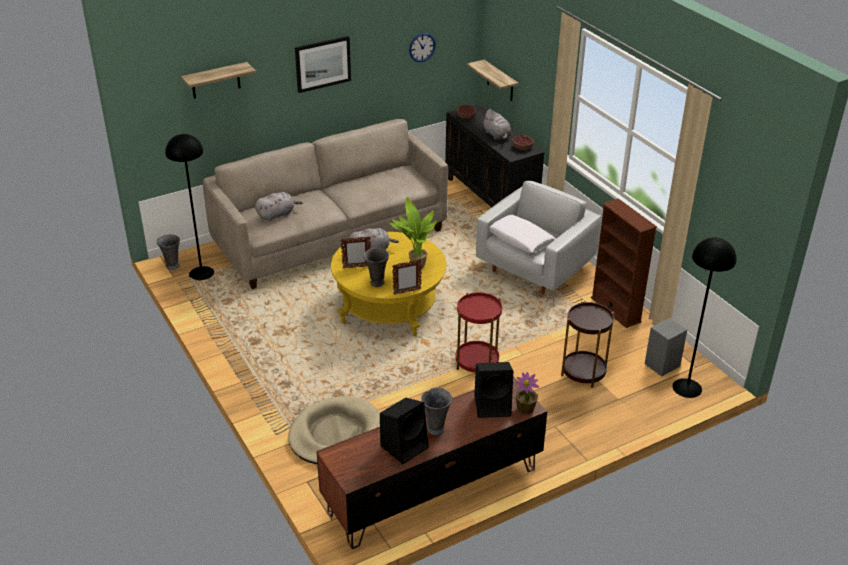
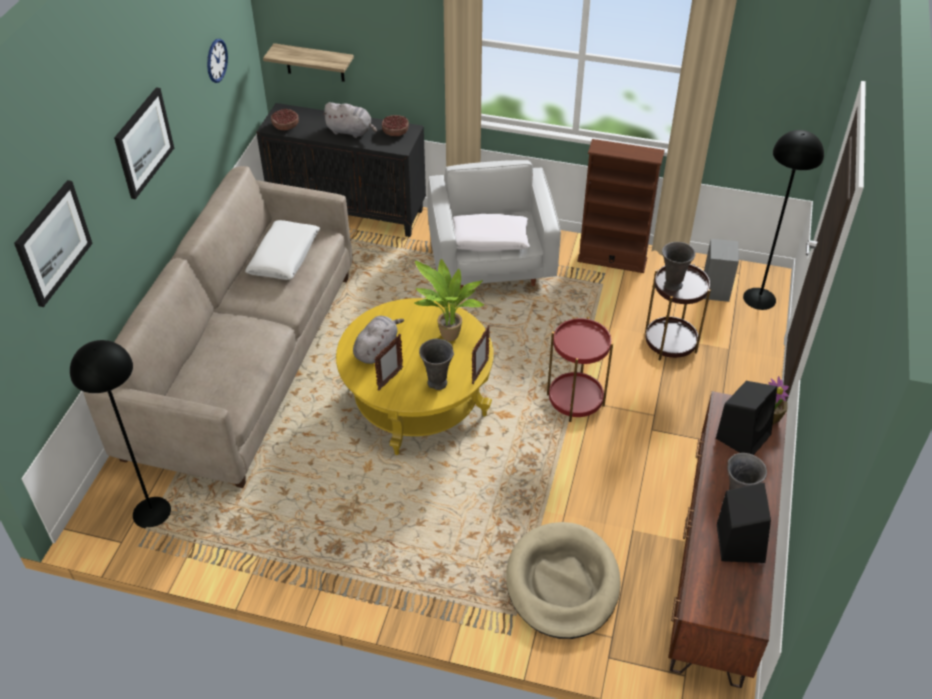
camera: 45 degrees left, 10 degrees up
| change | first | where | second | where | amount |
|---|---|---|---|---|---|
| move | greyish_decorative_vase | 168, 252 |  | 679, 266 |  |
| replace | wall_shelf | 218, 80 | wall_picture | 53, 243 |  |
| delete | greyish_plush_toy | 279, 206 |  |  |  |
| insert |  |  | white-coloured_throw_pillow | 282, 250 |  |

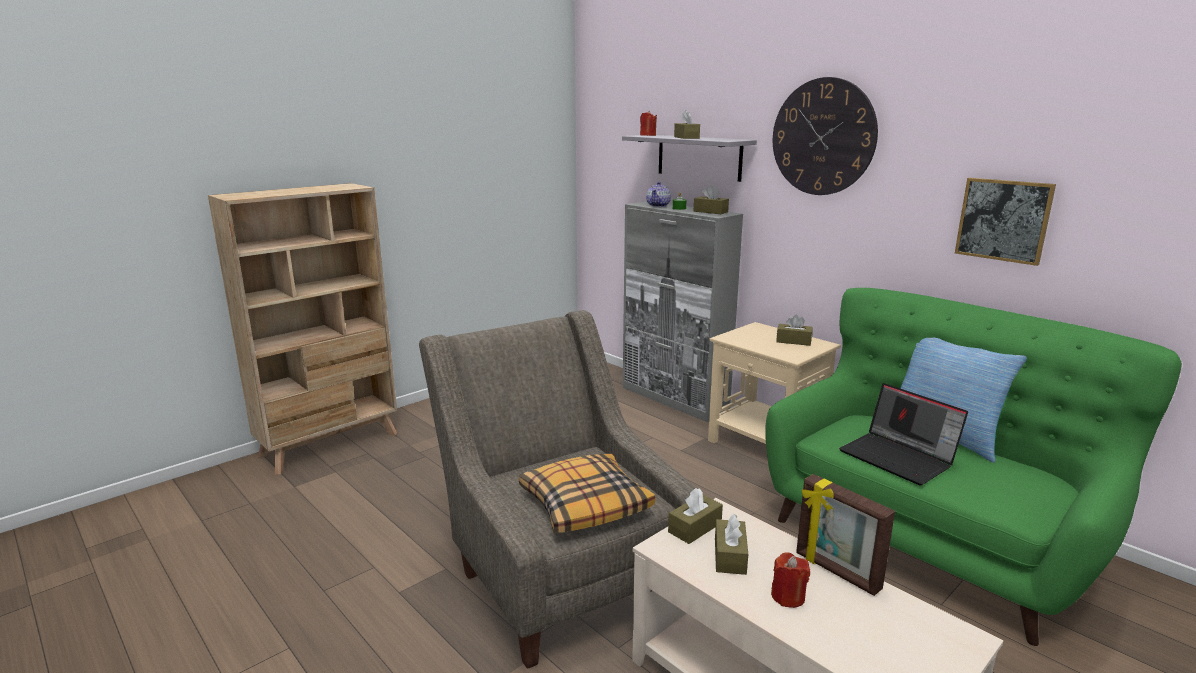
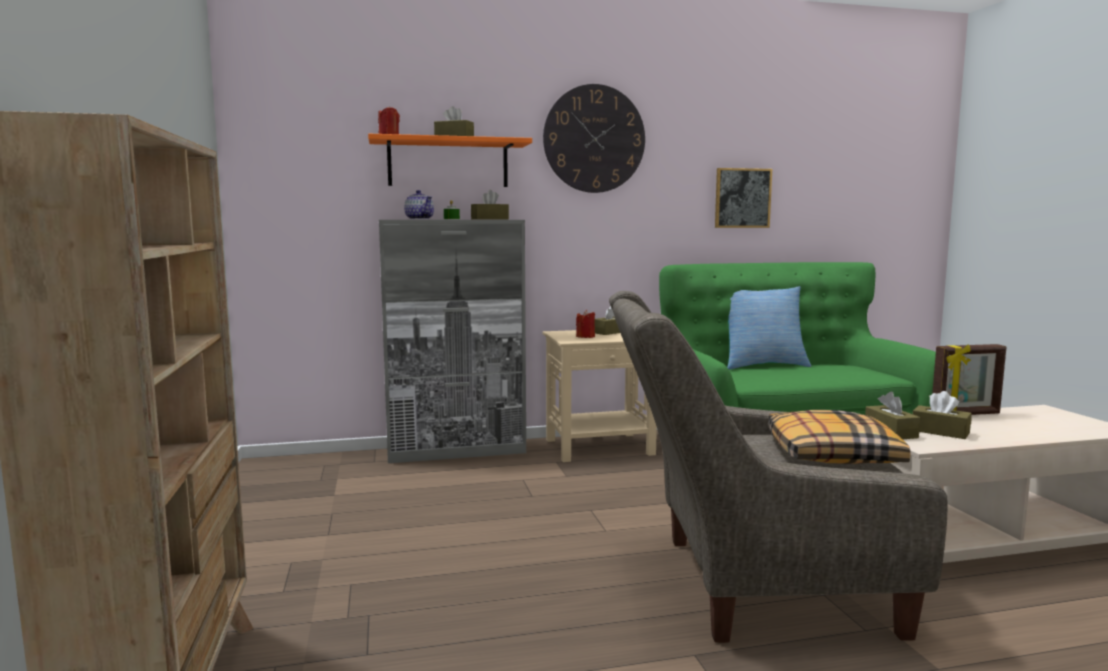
camera: 60 degrees left, 10 degrees down
| change | first | where | second | where | amount |
|---|---|---|---|---|---|
| recolor | greyish_wall_shelf | 689, 158 | orange-coloured_wall_shelf | 450, 160 |  |
| move | red-coloured_wax_candle | 790, 580 |  | 585, 324 |  |
| delete | notebook_computer | 903, 434 |  |  |  |

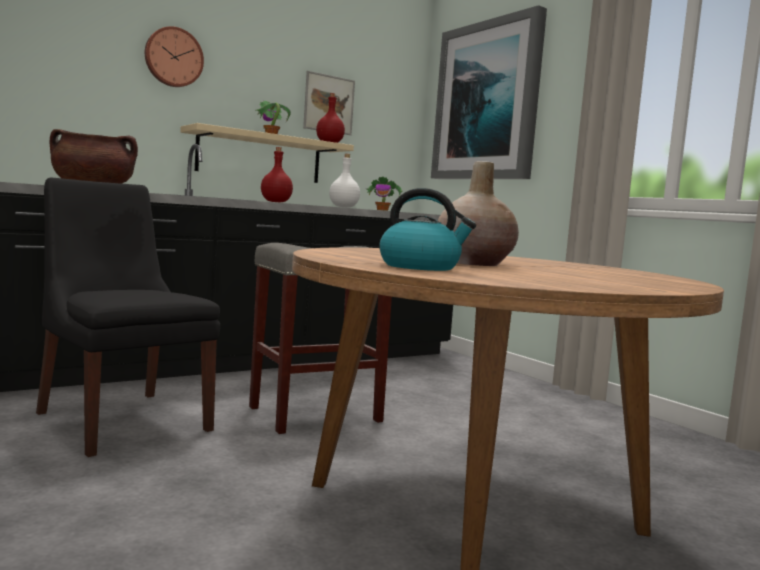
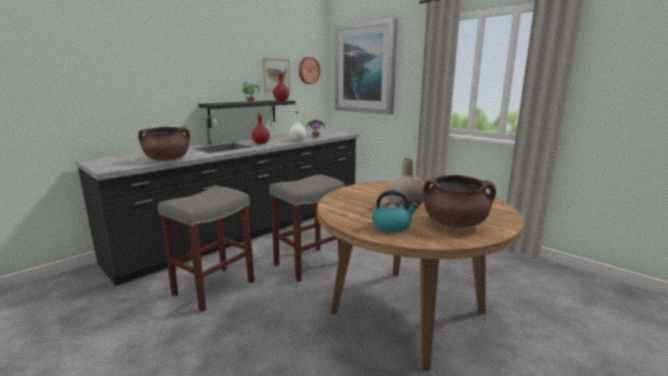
camera: 10 degrees left, 10 degrees up
| change | first | where | second | where | amount |
|---|---|---|---|---|---|
| replace | blackish_plain_chair | 128, 317 | greyish_stool_seat | 206, 249 |  |
| move | wall_clock | 174, 56 |  | 309, 70 |  |
| recolor | sand-coloured_wall_shelf | 267, 153 | blackish_wall_shelf | 247, 114 |  |
| insert |  |  | brown-coloured_stockpot | 459, 201 |  |

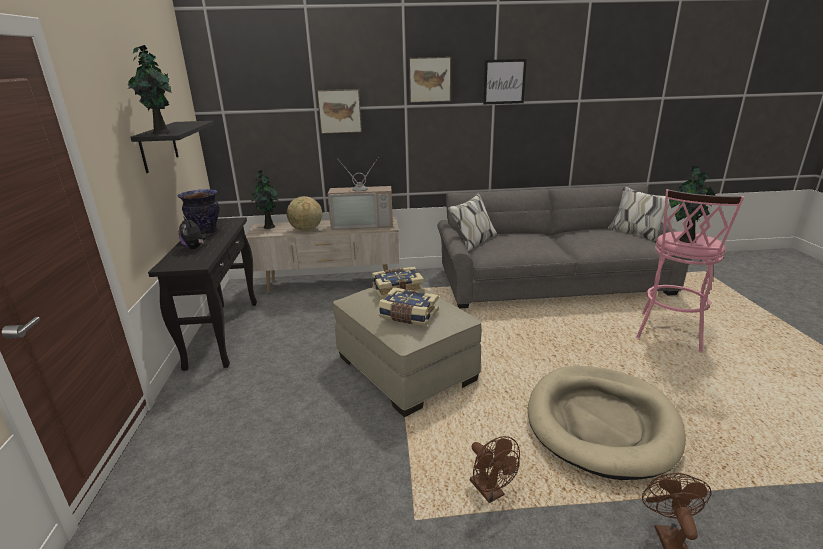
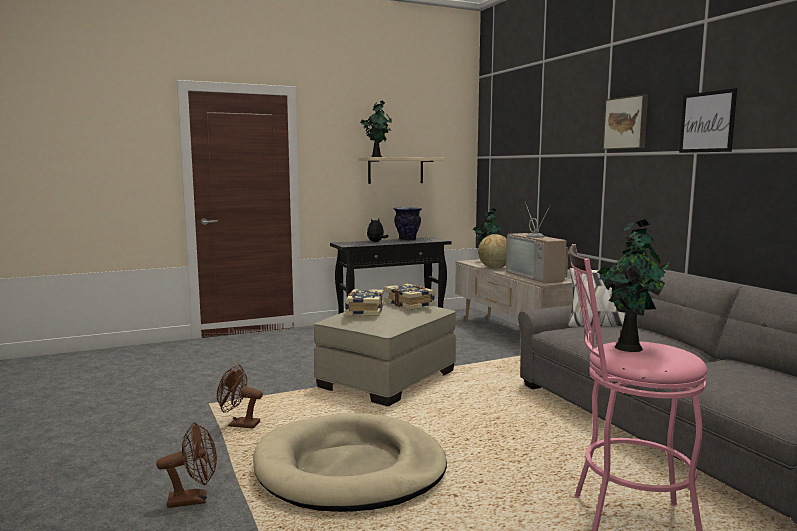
camera: 70 degrees right, 15 degrees down
| change | first | where | second | where | amount |
|---|---|---|---|---|---|
| recolor | blackish_wall_shelf | 172, 147 | sand-coloured_wall_shelf | 402, 170 |  |
| delete | wall_picture | 339, 111 |  |  |  |
| rotate | brown-coloured_fan | 495, 469 |  | 240, 397 | 60 degrees clockwise |

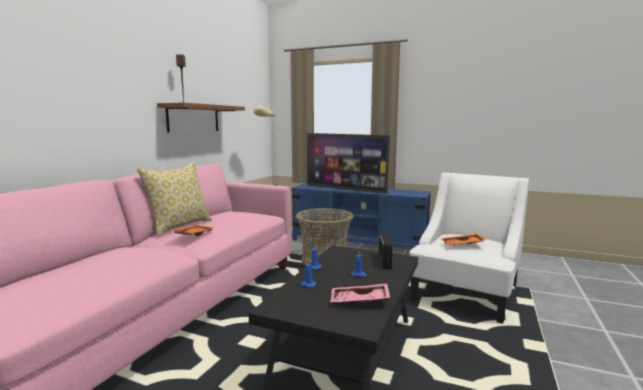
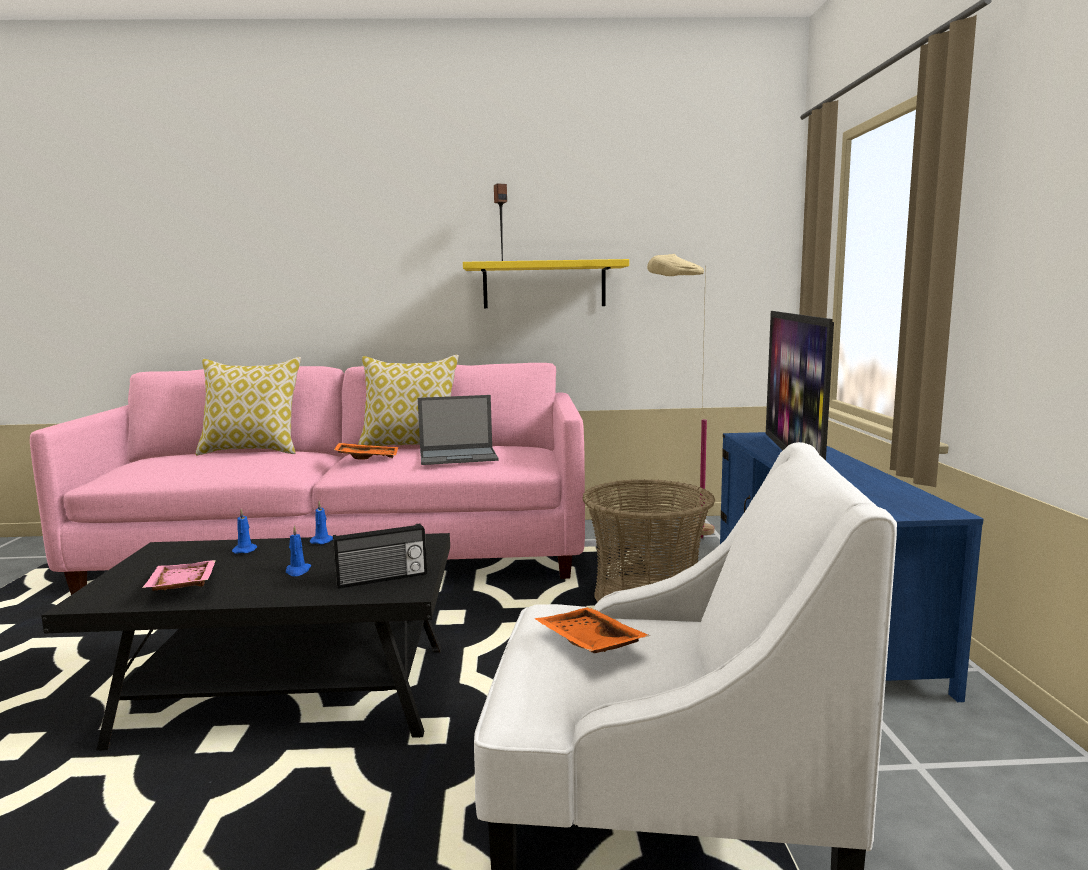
camera: 65 degrees right, 0 degrees up
| change | first | where | second | where | amount |
|---|---|---|---|---|---|
| recolor | brown-coloured_wall_shelf | 201, 117 | yellow-coloured_wall_shelf | 546, 283 |  |
| insert |  |  | throw_pillow | 248, 406 |  |
| insert |  |  | notebook_computer | 458, 430 |  |

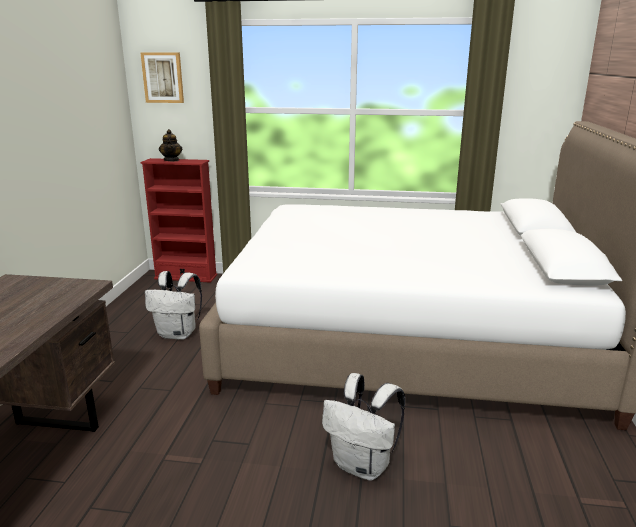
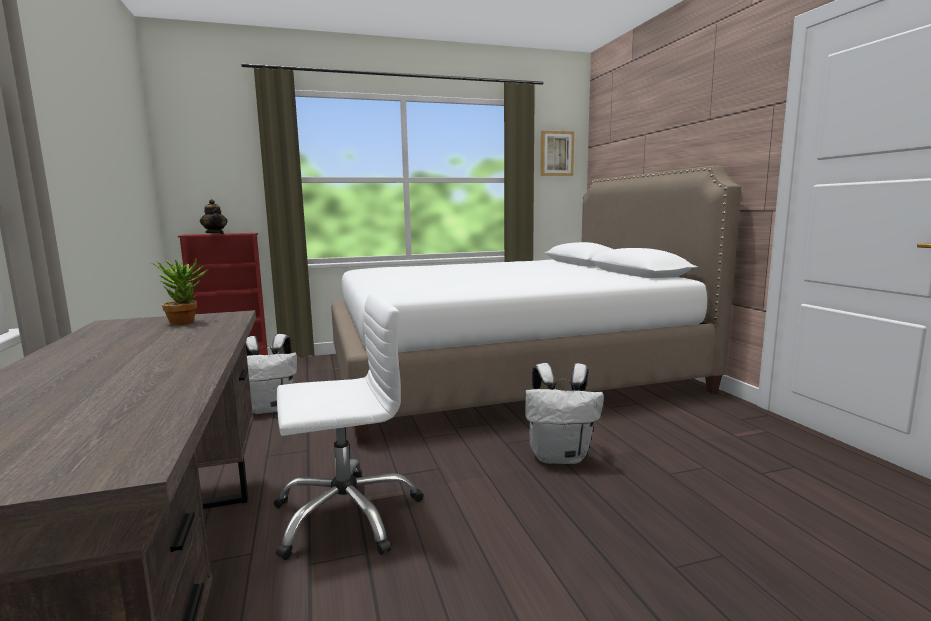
camera: 25 degrees left, 10 degrees down
| change | first | where | second | where | amount |
|---|---|---|---|---|---|
| move | wall_picture | 162, 77 |  | 557, 153 |  |
| insert |  |  | plant_in_a_pot | 180, 291 |  |
| insert |  |  | white-coloured_desk_chair | 348, 426 |  |

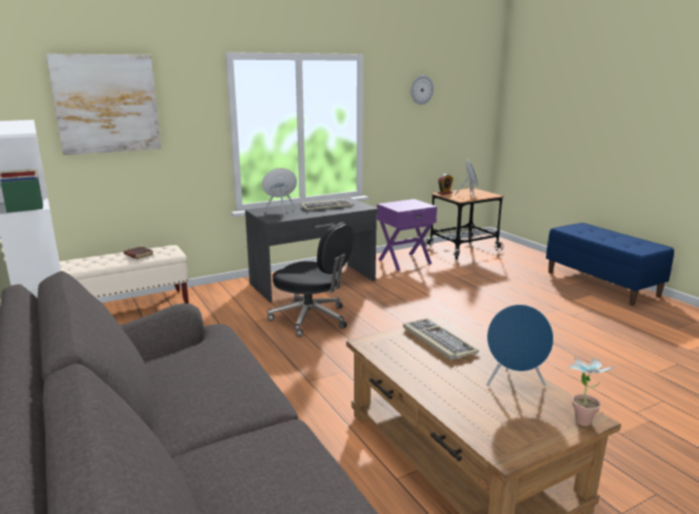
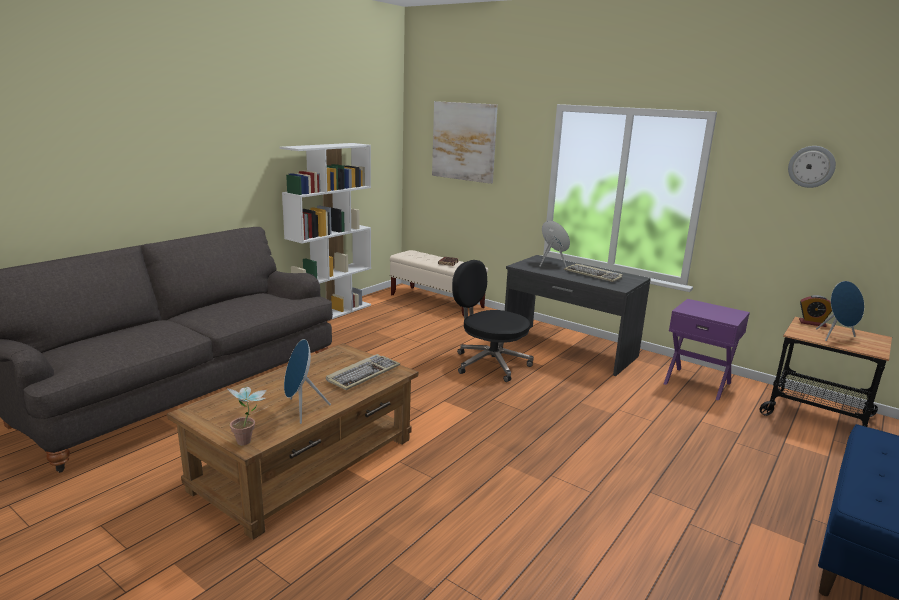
camera: 65 degrees right, 0 degrees up
| change | first | where | second | where | amount |
|---|---|---|---|---|---|
| rotate | blackish_desk_chair | 310, 279 |  | 493, 321 | 120 degrees clockwise |

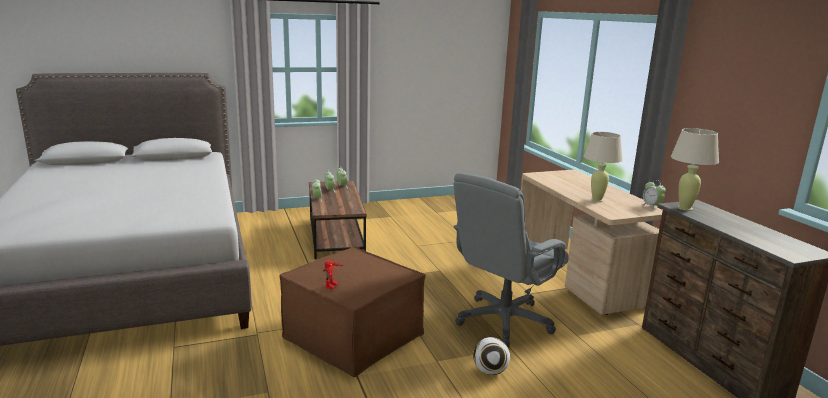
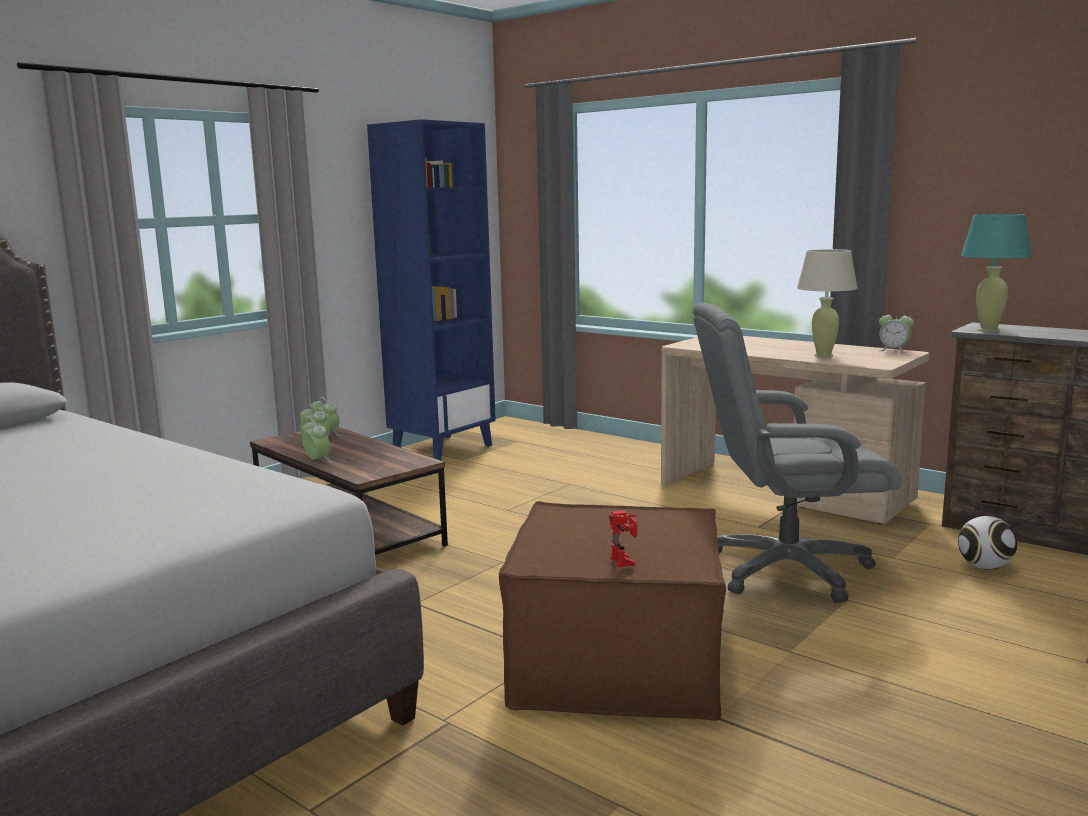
camera: 30 degrees left, 5 degrees down
| change | first | where | second | where | amount |
|---|---|---|---|---|---|
| rotate | greyish_desk_chair | 510, 260 |  | 797, 452 | 75 degrees clockwise |
| move | football | 491, 356 |  | 987, 543 |  |
| recolor | sand-coloured_table_lamp | 695, 169 | turquoise_table_lamp | 996, 273 |  |
| insert |  |  | blue-coloured_bookshelf | 431, 289 |  |

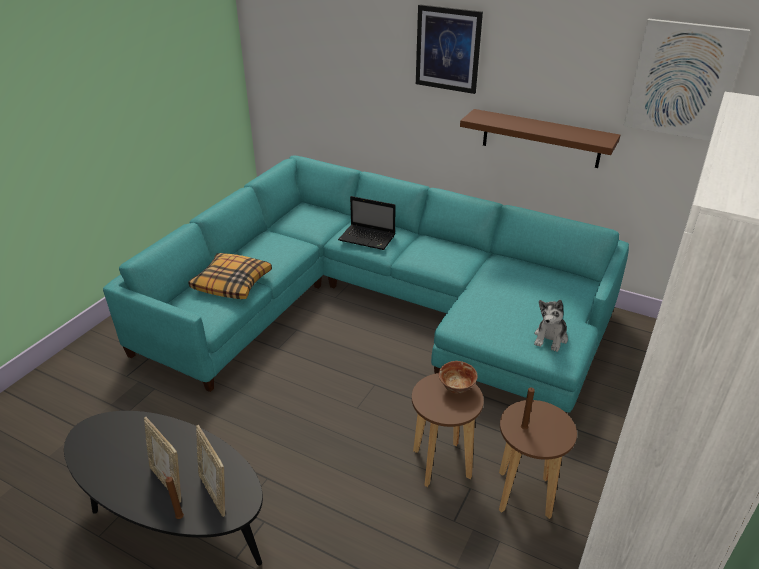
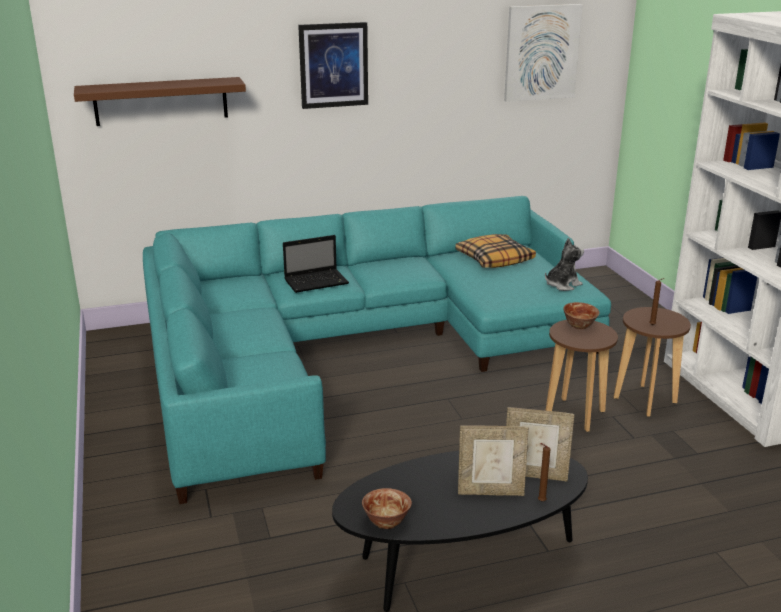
camera: 45 degrees left, 10 degrees down
| change | first | where | second | where | amount |
|---|---|---|---|---|---|
| move | throw_pillow | 230, 276 |  | 495, 251 |  |
| move | brown-coloured_wall_shelf | 540, 138 |  | 160, 101 |  |
| rotate | plush_toy | 551, 326 |  | 564, 264 | 105 degrees counterclockwise |
| insert |  |  | bowl | 387, 508 |  |

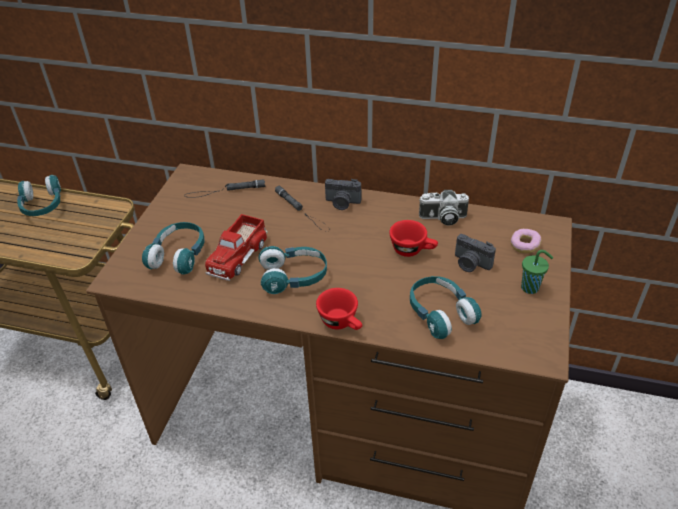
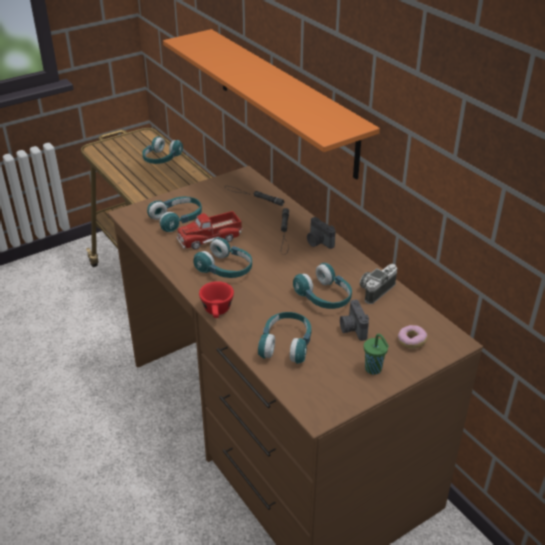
camera: 40 degrees right, 5 degrees down
| change | first | where | second | where | amount |
|---|---|---|---|---|---|
| replace | red-coloured_cup | 413, 238 | turquoise_headphones | 322, 286 |  |
| rotate | still_camera | 444, 208 |  | 378, 284 | 90 degrees clockwise |
| insert |  |  | orange-coloured_wall_shelf | 271, 104 |  |

